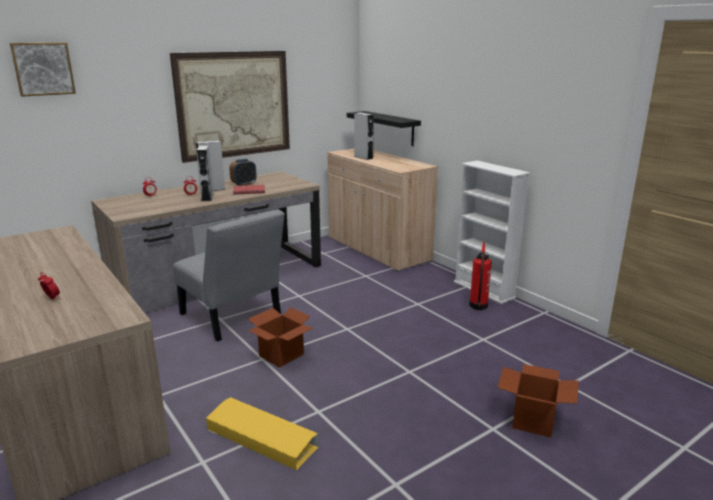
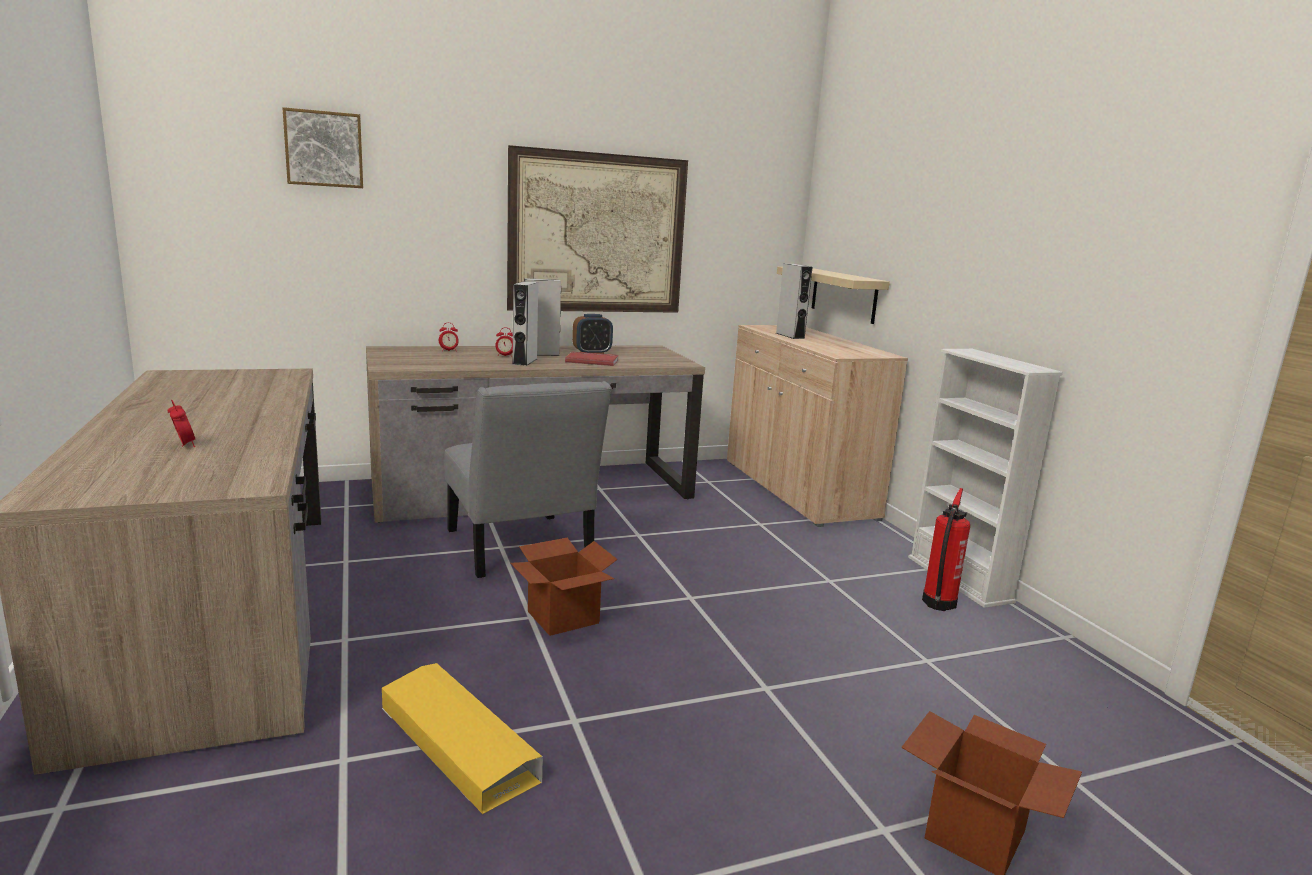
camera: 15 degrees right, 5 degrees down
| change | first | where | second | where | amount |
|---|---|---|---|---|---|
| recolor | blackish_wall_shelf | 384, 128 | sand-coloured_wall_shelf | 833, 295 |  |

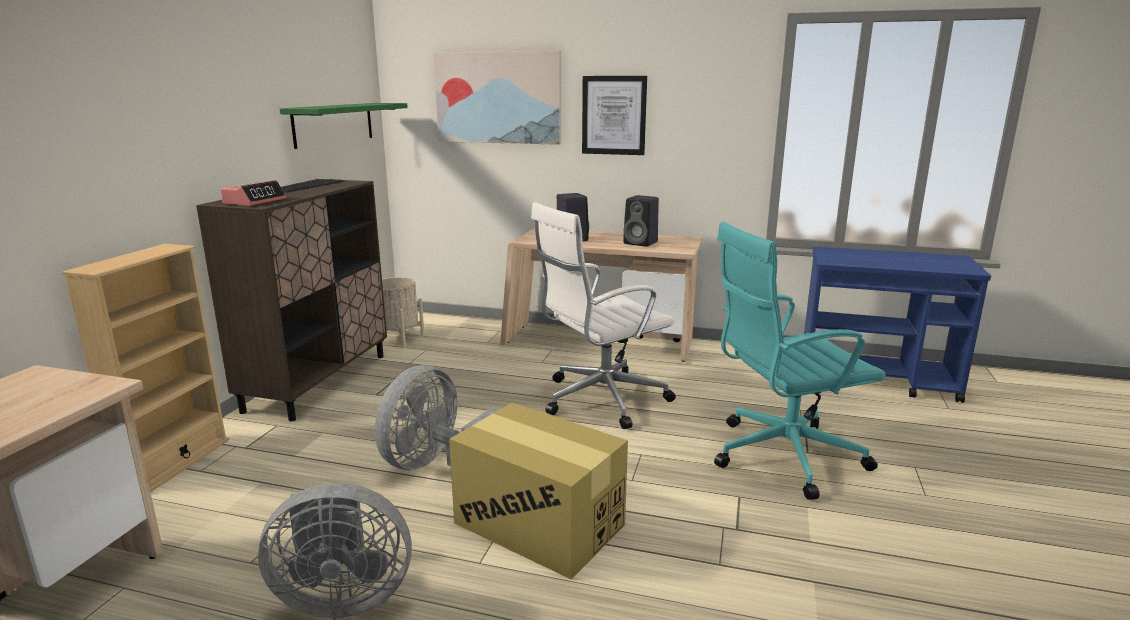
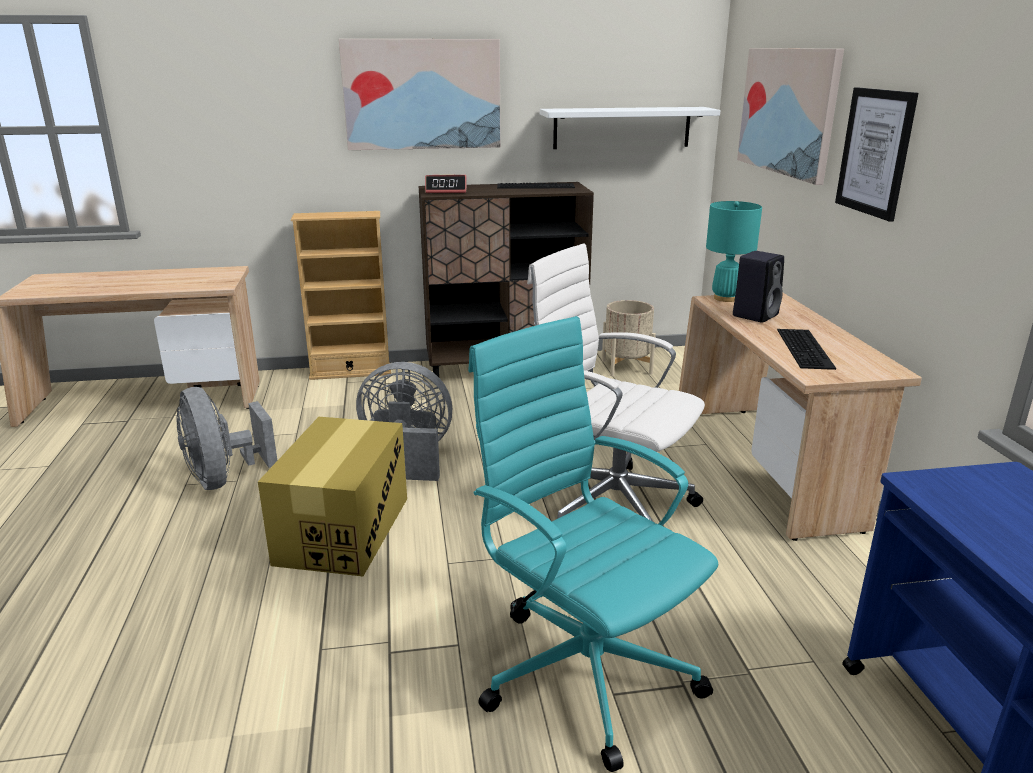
camera: 65 degrees right, 5 degrees up
| change | first | where | second | where | amount |
|---|---|---|---|---|---|
| recolor | green-coloured_wall_shelf | 344, 126 | white-coloured_wall_shelf | 630, 128 |  |
| replace | blackish_loudspeaker | 641, 221 | PC_keyboard | 806, 349 |  |
| insert |  |  | wall_picture | 420, 94 |  |
| insert |  |  | turquoise_table_lamp | 734, 251 |  |

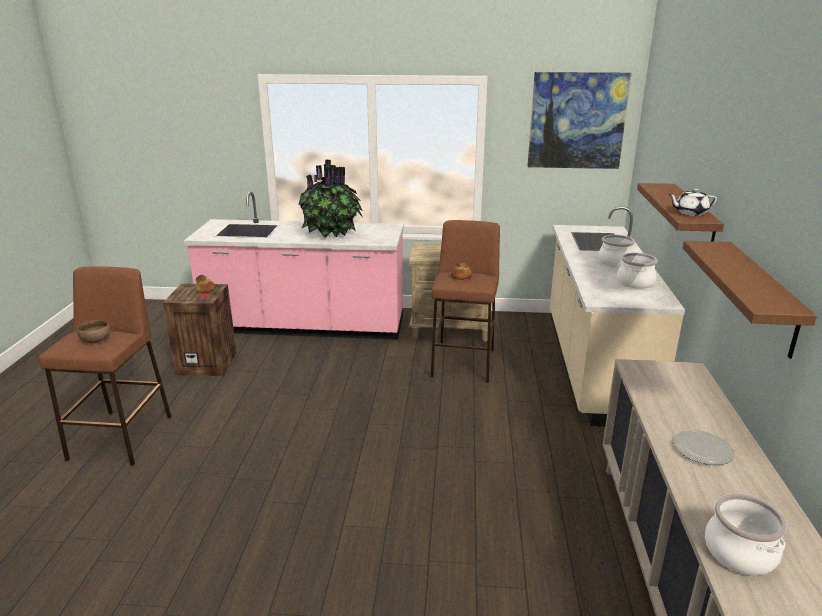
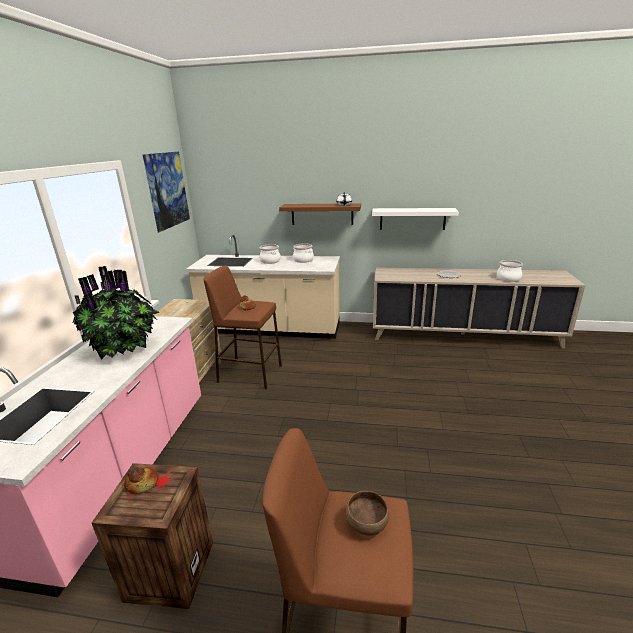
camera: 85 degrees left, 0 degrees up
| change | first | where | second | where | amount |
|---|---|---|---|---|---|
| recolor | brown-coloured_wall_shelf | 750, 300 | white-coloured_wall_shelf | 415, 219 |  |

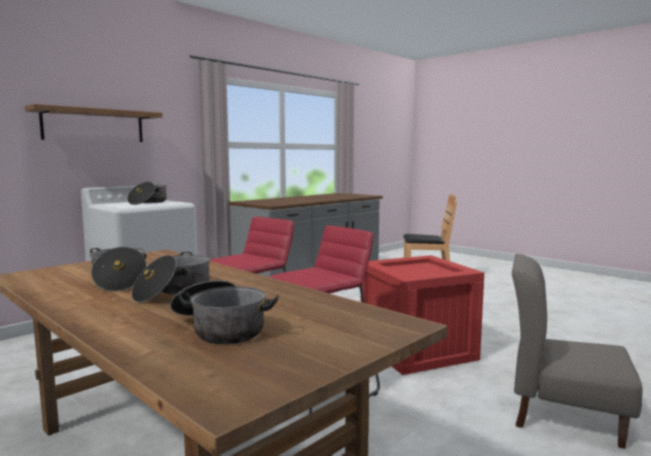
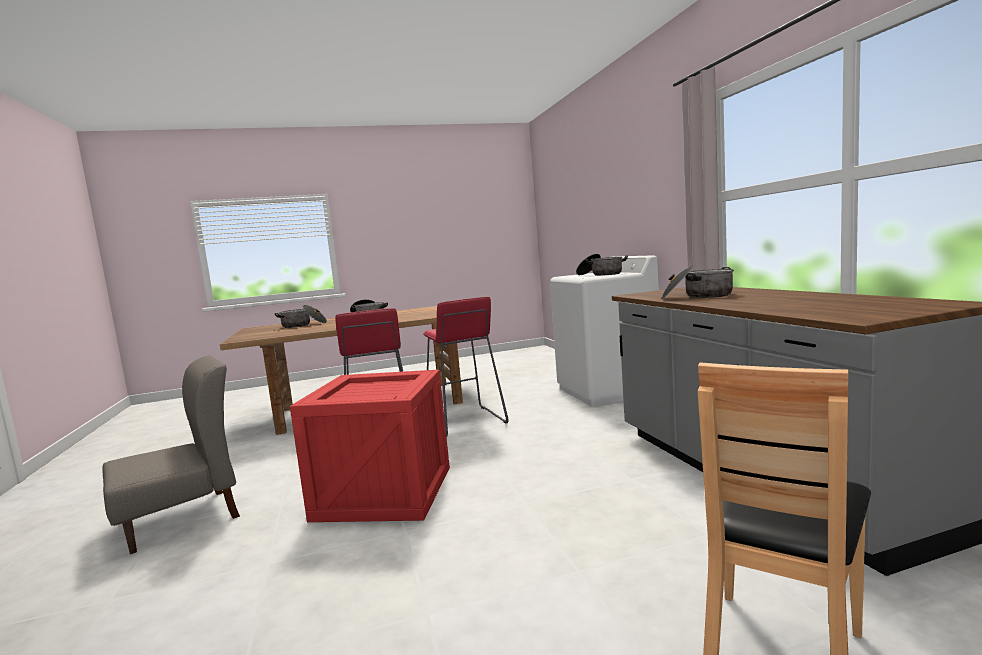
camera: 120 degrees right, 0 degrees up
| change | first | where | second | where | amount |
|---|---|---|---|---|---|
| delete | wall_shelf | 93, 123 |  |  |  |
| move | stockpot | 118, 269 |  | 697, 282 |  |

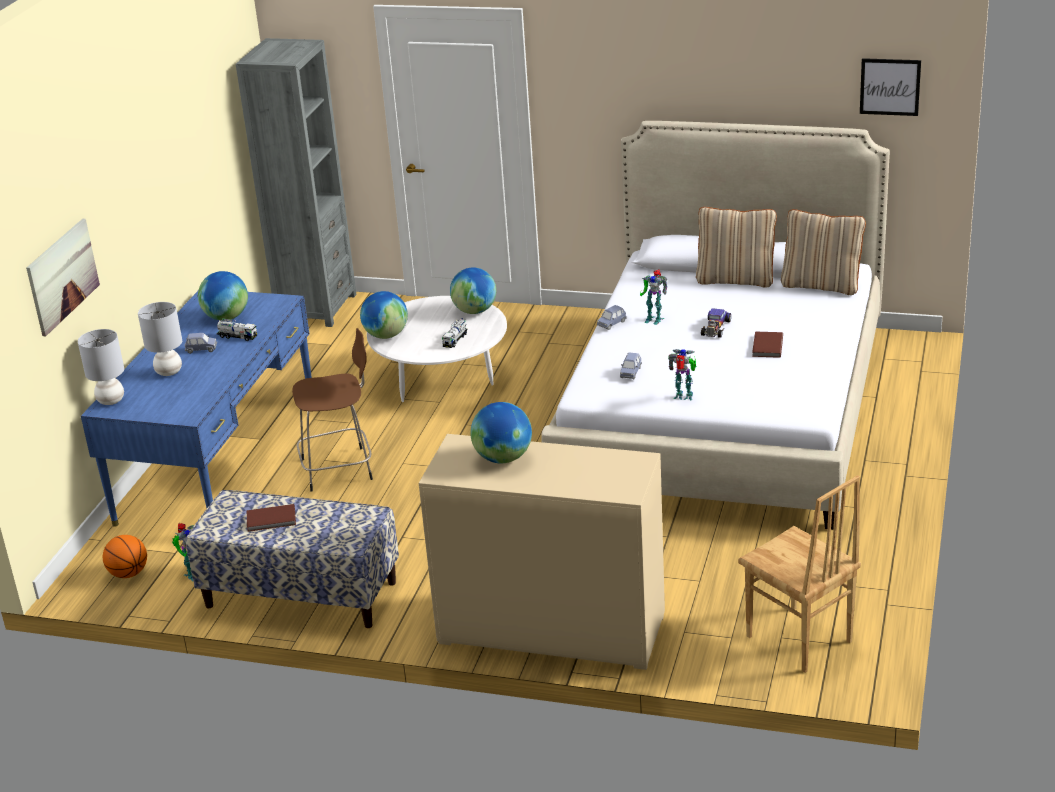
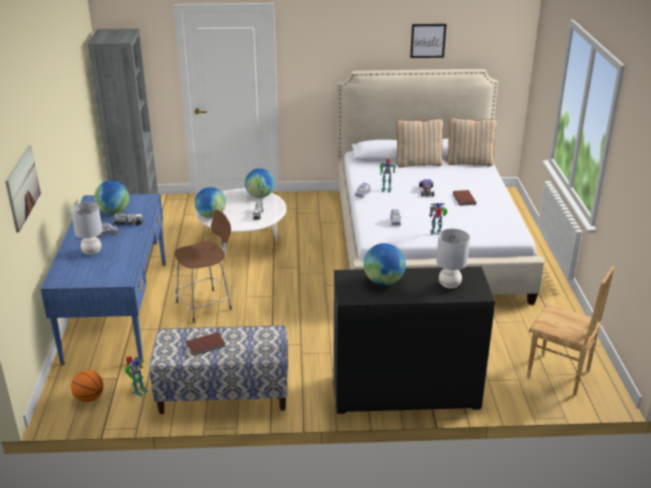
camera: 20 degrees left, 0 degrees up
| change | first | where | second | where | amount |
|---|---|---|---|---|---|
| move | greyish_table_lamp | 101, 367 |  | 453, 258 |  |
| recolor | sand-coloured_dresser | 542, 552 | blackish_dresser | 414, 340 |  |
| move | wall_picture | 890, 87 |  | 428, 41 |  |

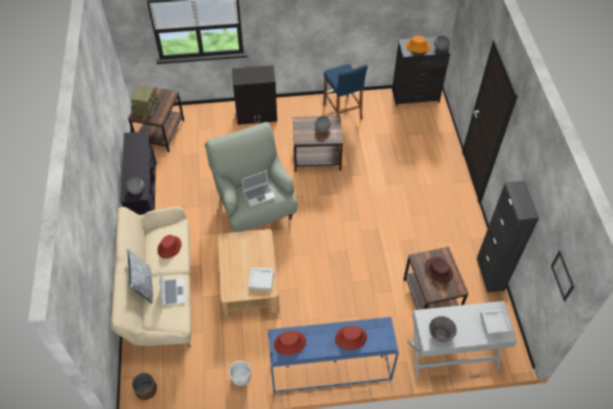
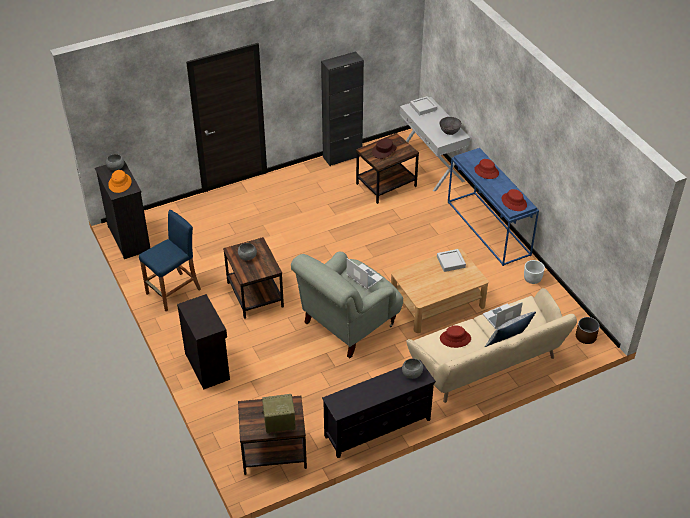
camera: 110 degrees left, 10 degrees down
| change | first | where | second | where | amount |
|---|---|---|---|---|---|
| delete | wall_picture | 563, 276 |  |  |  |

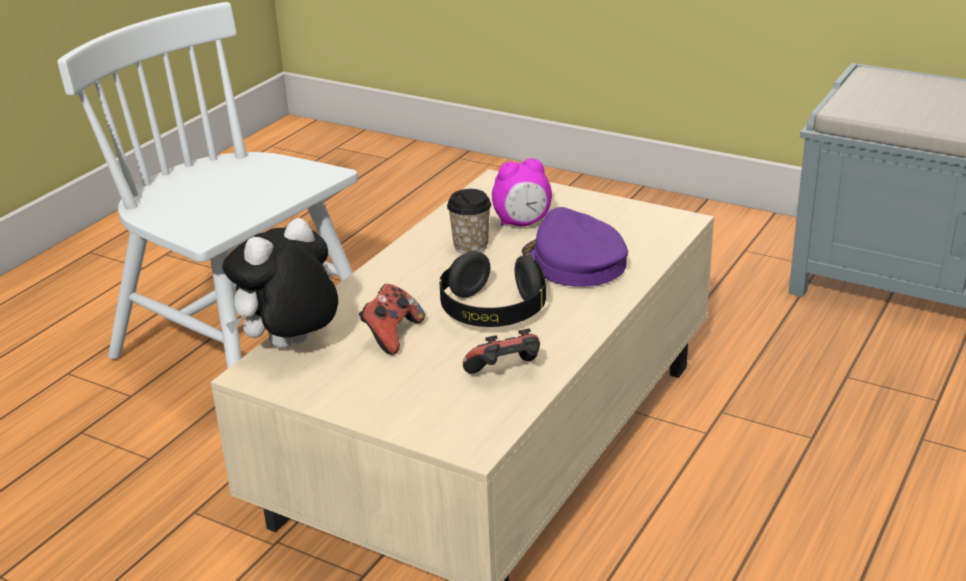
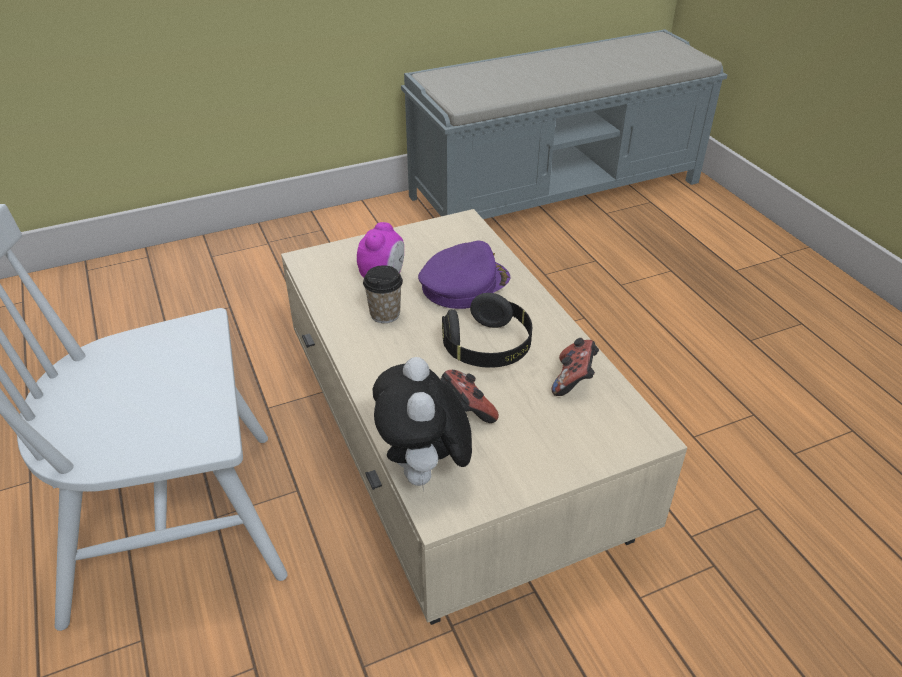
camera: 55 degrees left, 10 degrees up
| change | first | where | second | where | amount |
|---|---|---|---|---|---|
| rotate | purplish_peaked_cap | 575, 247 |  | 464, 274 | 135 degrees clockwise |

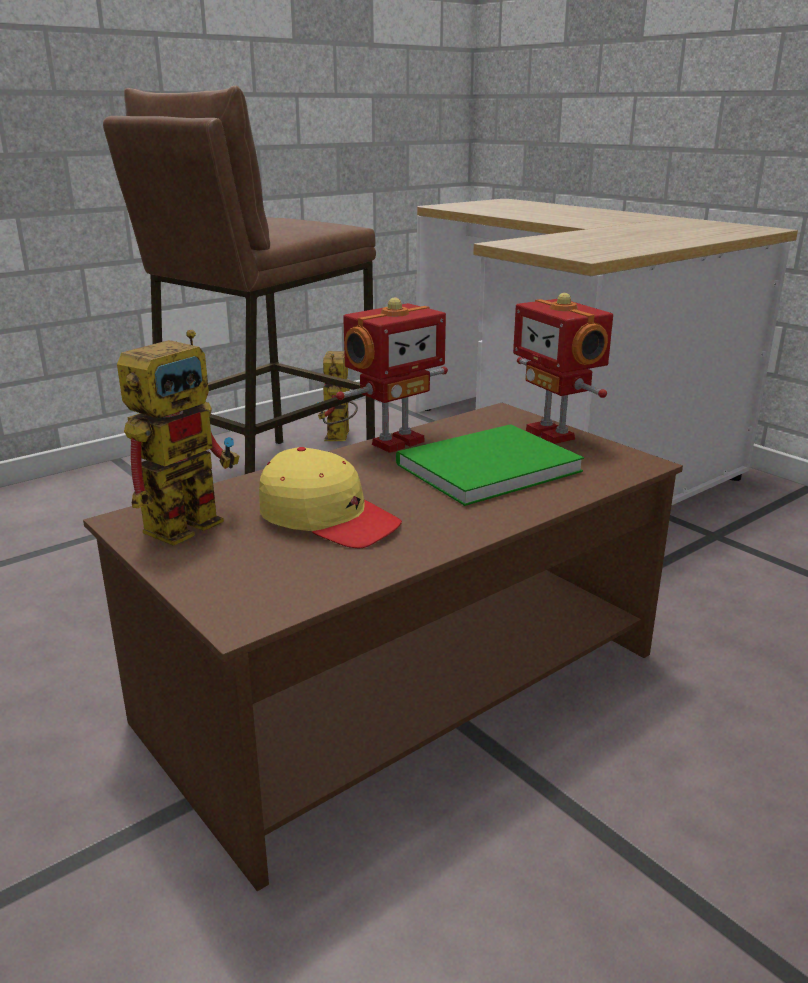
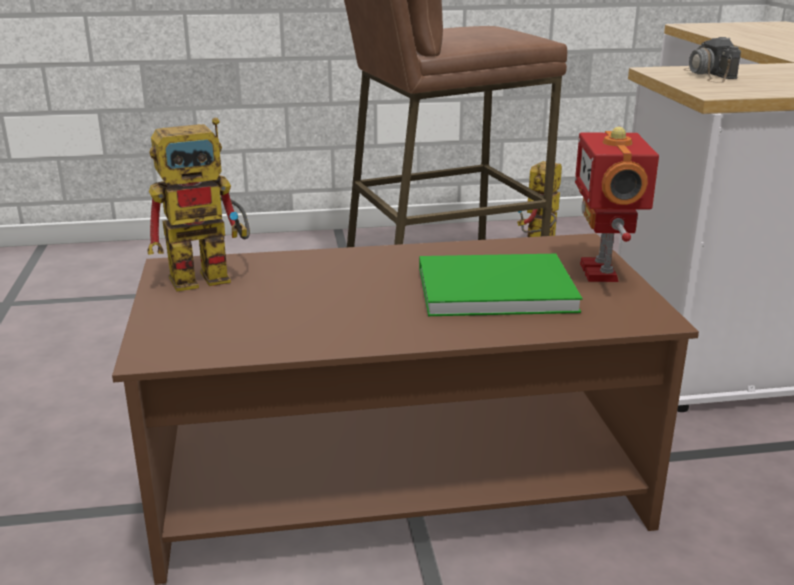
camera: 30 degrees right, 0 degrees up
| change | first | where | second | where | amount |
|---|---|---|---|---|---|
| delete | yellow-coloured_peaked_cap | 330, 497 |  |  |  |
| delete | robot_figure | 392, 375 |  |  |  |
| insert |  |  | still_camera | 712, 60 |  |

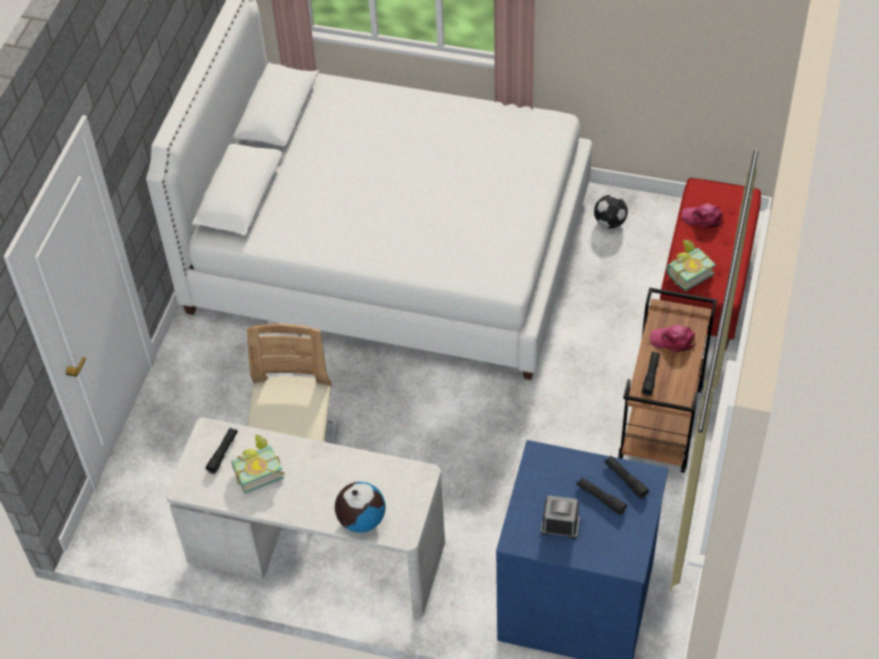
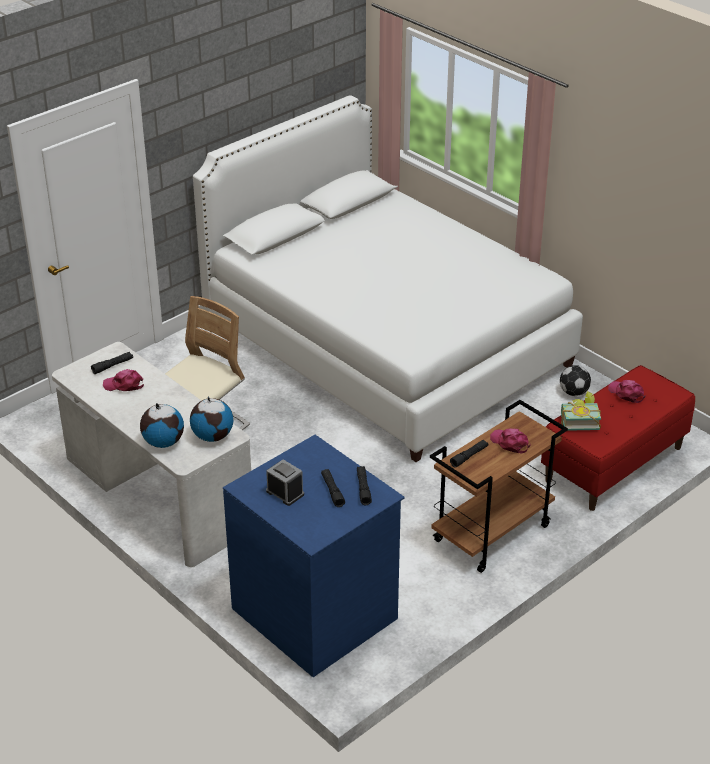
camera: 30 degrees right, 15 degrees down
| change | first | where | second | where | amount |
|---|---|---|---|---|---|
| replace | volume | 257, 464 | pink_peaked_cap | 123, 380 |  |
| insert |  |  | globe | 211, 419 |  |

